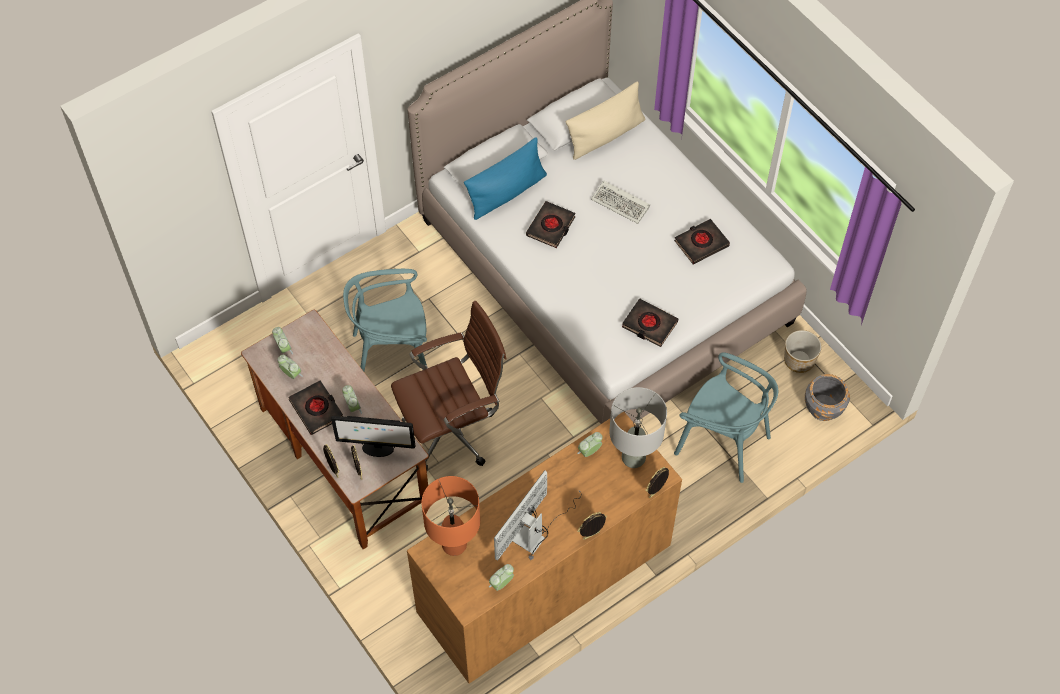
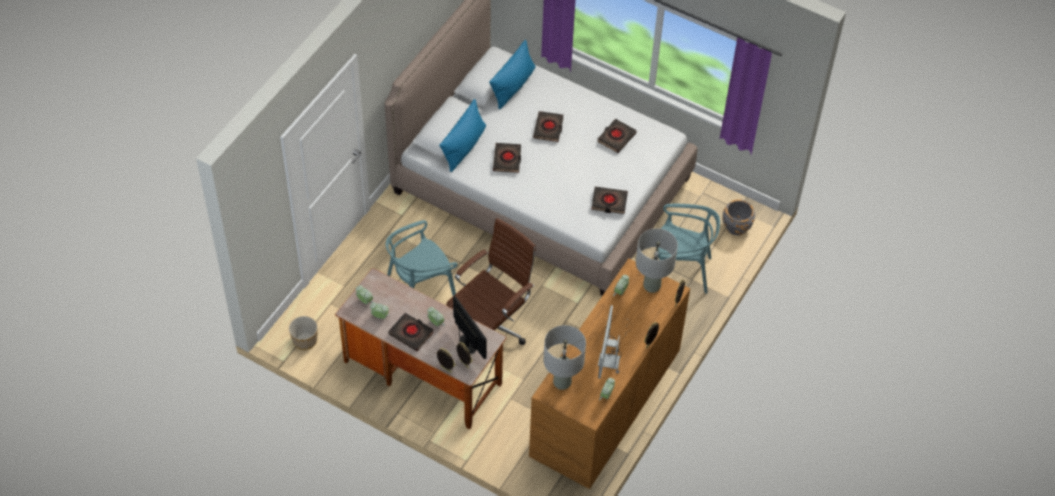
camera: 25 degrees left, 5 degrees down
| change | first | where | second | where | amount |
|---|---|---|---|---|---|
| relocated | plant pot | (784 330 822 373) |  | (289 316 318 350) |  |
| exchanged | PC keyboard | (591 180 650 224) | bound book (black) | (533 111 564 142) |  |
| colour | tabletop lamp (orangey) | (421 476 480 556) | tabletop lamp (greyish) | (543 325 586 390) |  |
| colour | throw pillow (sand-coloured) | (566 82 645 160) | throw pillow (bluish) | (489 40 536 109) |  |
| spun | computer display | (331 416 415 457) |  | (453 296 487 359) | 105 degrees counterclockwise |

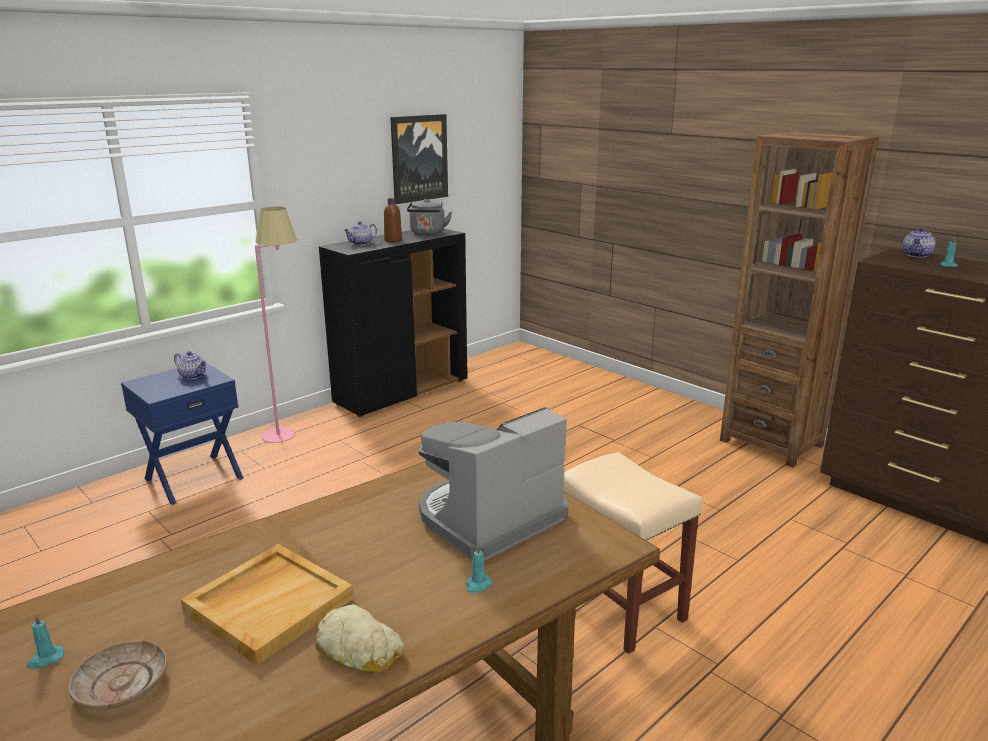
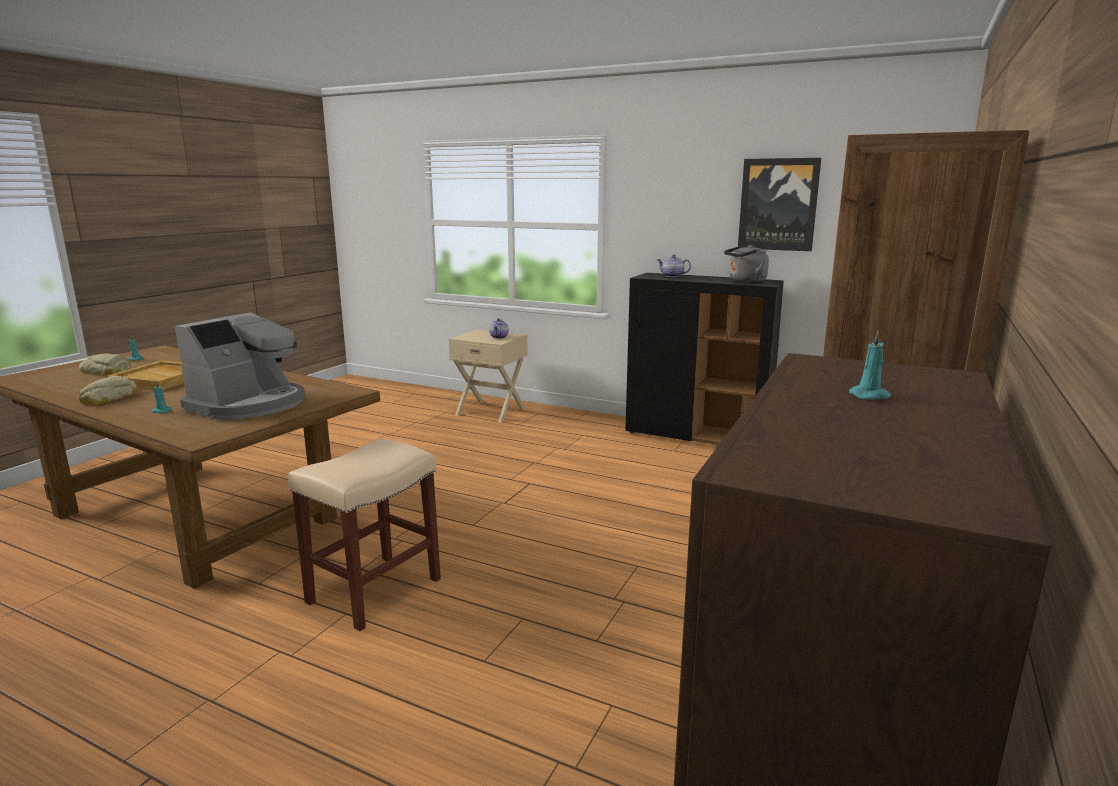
camera: 70 degrees right, 5 degrees down
| change | first | where | second | where | amount |
|---|---|---|---|---|---|
| missing | standard lamp (pinkish) | (255 207 297 443) |  |  |  |
| missing | bottle (brown) | (384 198 402 242) |  |  |  |
| missing | teapot | (903 227 935 258) |  |  |  |
| exchanged | dinner plate (sand-coloured) | (68 641 167 710) | bakery bread | (79 354 130 374) |  |
| colour | nightstand (bluish) | (121 363 244 505) | nightstand (sand-coloured) | (449 330 528 423) |  |
| spun | coffee machine | (419 407 568 561) |  | (175 312 305 420) | 90 degrees clockwise |

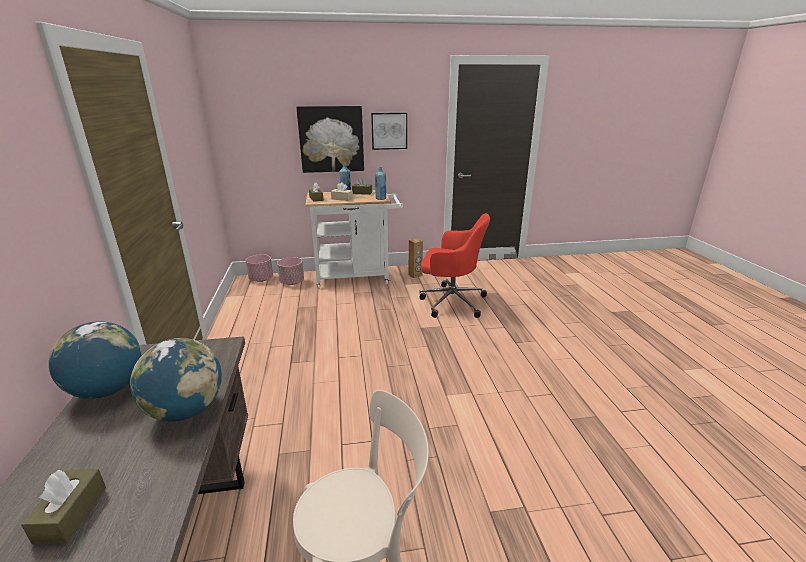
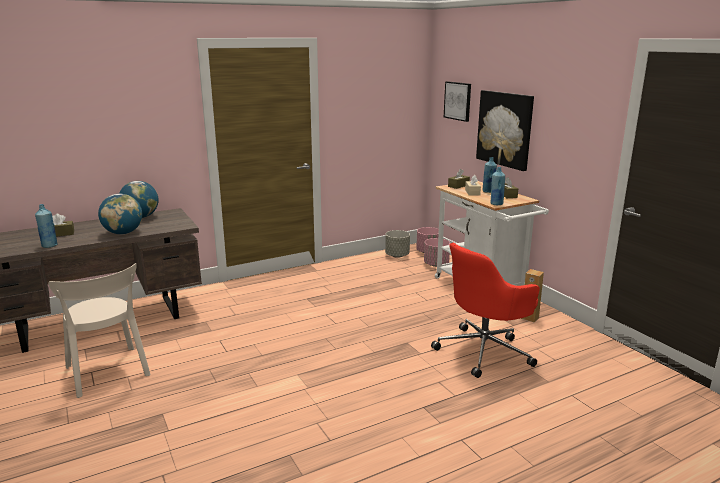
camera: 70 degrees right, 5 degrees down
| change | first | where | second | where | amount |
|---|---|---|---|---|---|
| appeared |  |  | bottle (bluish) | (35 204 58 248) |  |
| appeared |  |  | plant pot (greyish) | (385 230 410 258) |  |
| relocated | wall picture | (371 113 407 150) |  | (444 81 471 122) |  |
| spun | desk chair (red) | (419 213 490 318) |  | (431 243 540 378) | 60 degrees clockwise |

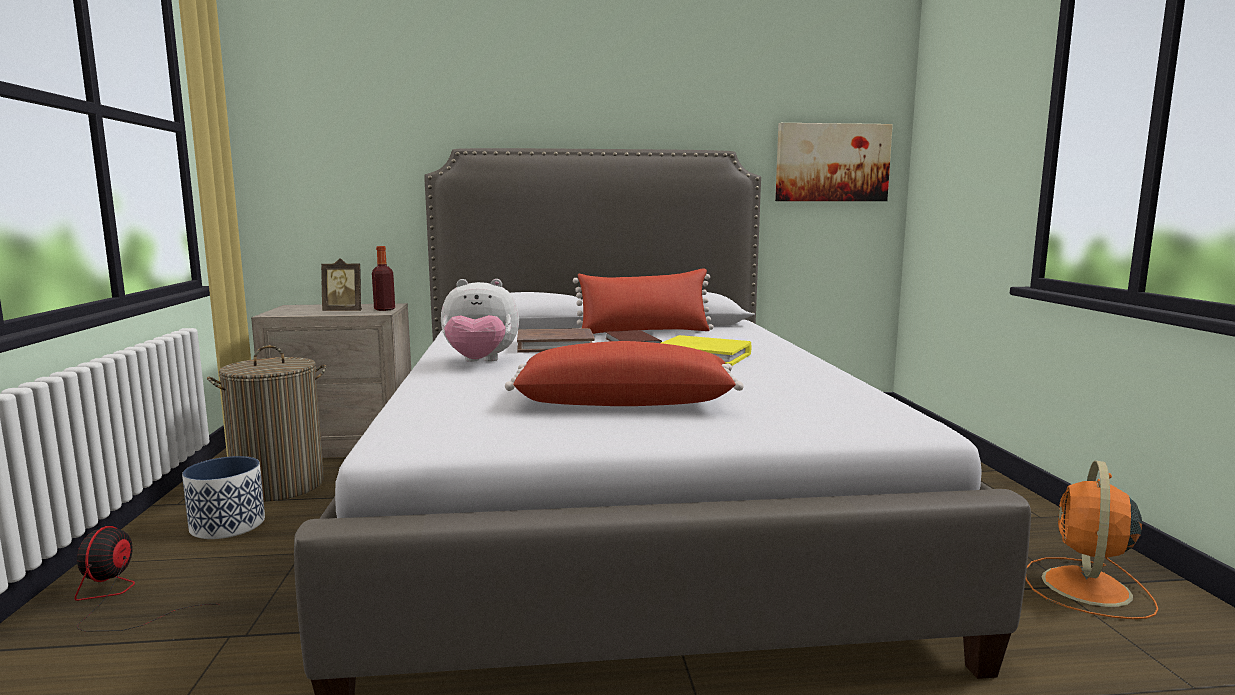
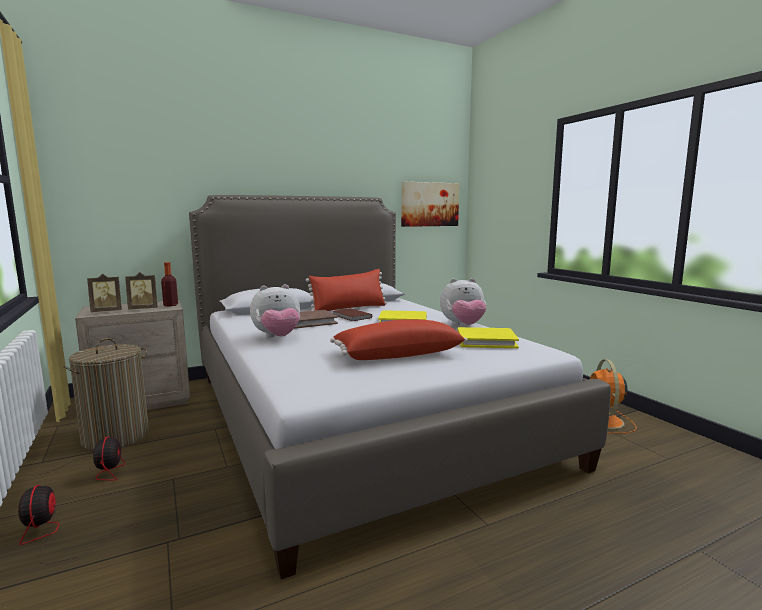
camera: 20 degrees left, 0 degrees up
| change | first | where | second | where | amount |
|---|---|---|---|---|---|
| appeared |  |  | picture frame | (87 274 122 312) |  |
| appeared |  |  | plush toy | (440 278 486 326) |  |
| appeared |  |  | bound book (yellowish) | (457 327 519 348) |  |
| exchanged | plant pot | (182 456 265 539) | fan | (31 436 125 481) |  |

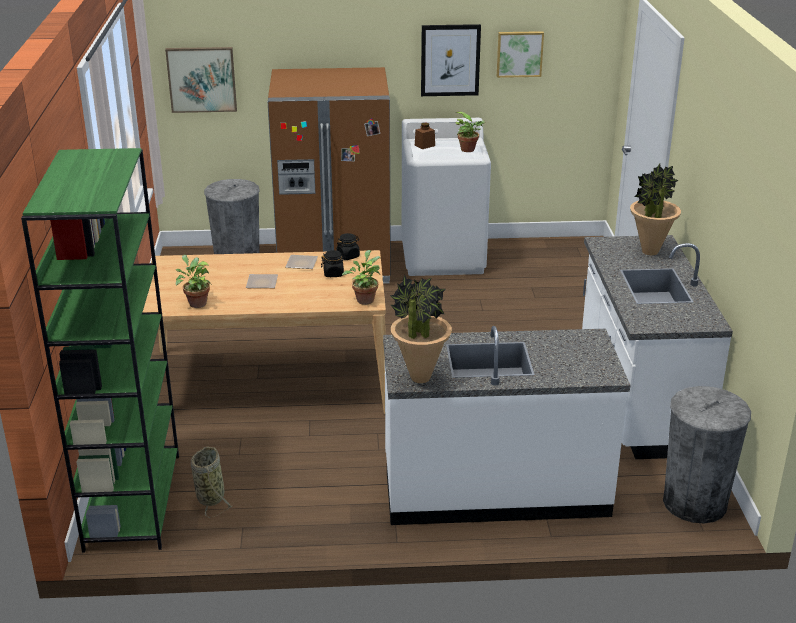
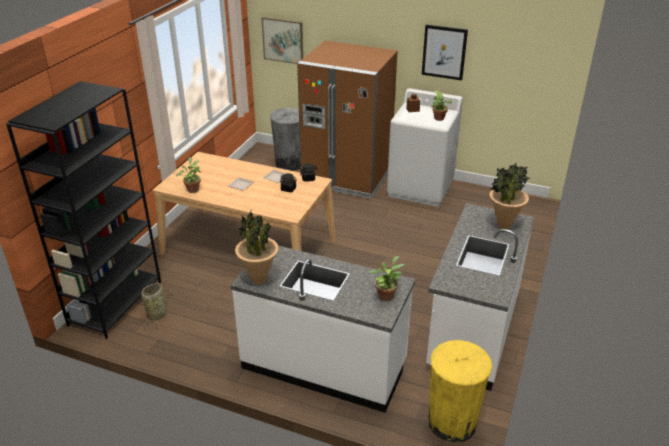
camera: 25 degrees right, 5 degrees up
| change | first | where | second | where | amount |
|---|---|---|---|---|---|
| missing | wall picture | (497 31 544 78) |  |  |  |
| relocated | potted plant | (342 250 380 305) |  | (368 256 405 301) |  |
| colour | shelving unit (green-coloured) | (21 148 179 553) | shelving unit (black) | (6 81 161 339) |  |
| colour | waste bin (greyish) | (663 386 751 523) | waste bin (yellowish) | (428 340 493 443) |  |

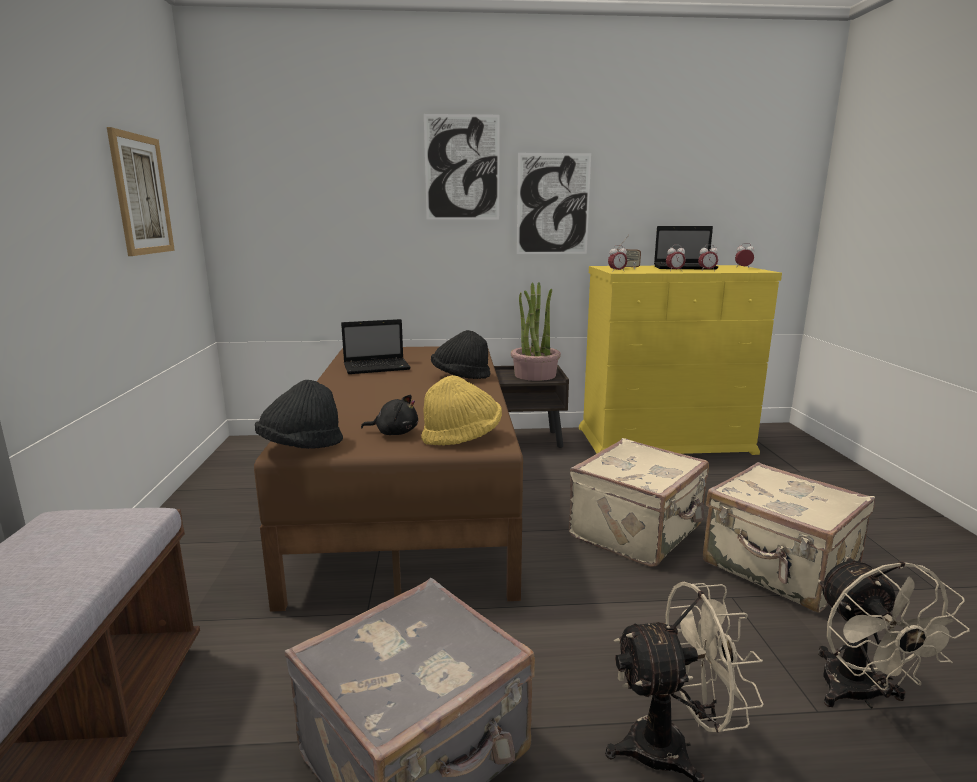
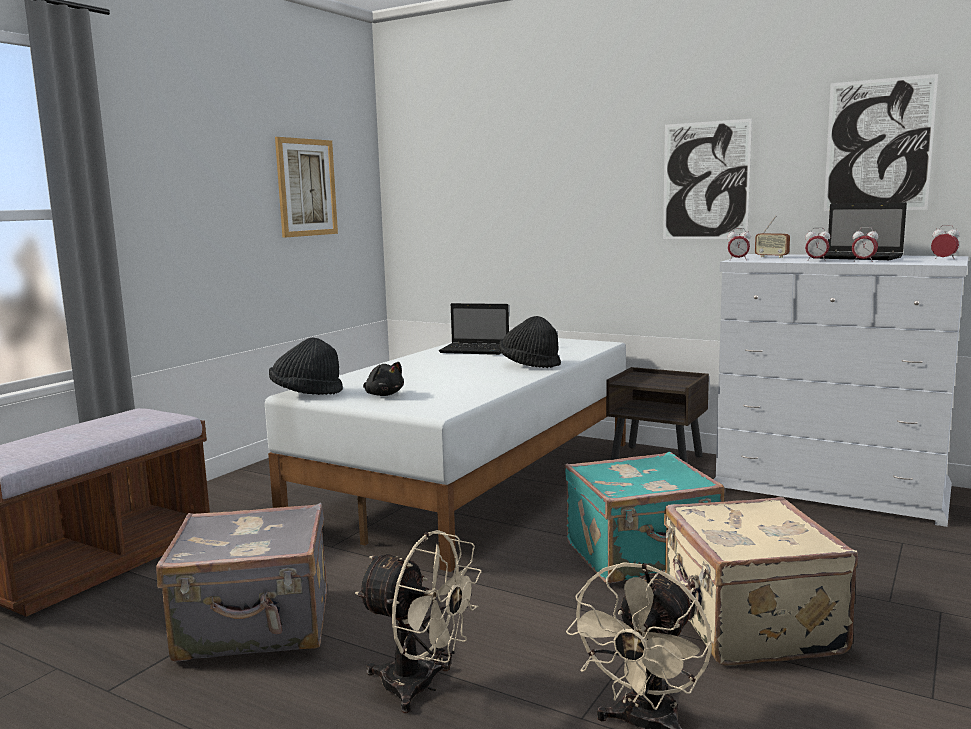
camera: 35 degrees right, 5 degrees down
| change | first | where | second | where | amount |
|---|---|---|---|---|---|
| missing | wearable hat (yellowish) | (421 375 502 446) |  |  |  |
| missing | potted plant | (511 282 561 381) |  |  |  |
| relocated | wall picture | (424 114 500 220) |  | (824 74 938 211) |  |
| colour | bed (brown) | (254 346 523 612) | bed (white-coloured) | (265 338 626 572) |  |
| colour | piece of luggage (sand-coloured) | (569 438 709 567) | piece of luggage (turquoise) | (565 452 724 583) |  |
| colour | drawer chest (yellowish) | (579 265 782 455) | drawer chest (white-coloured) | (713 254 968 527) |  |

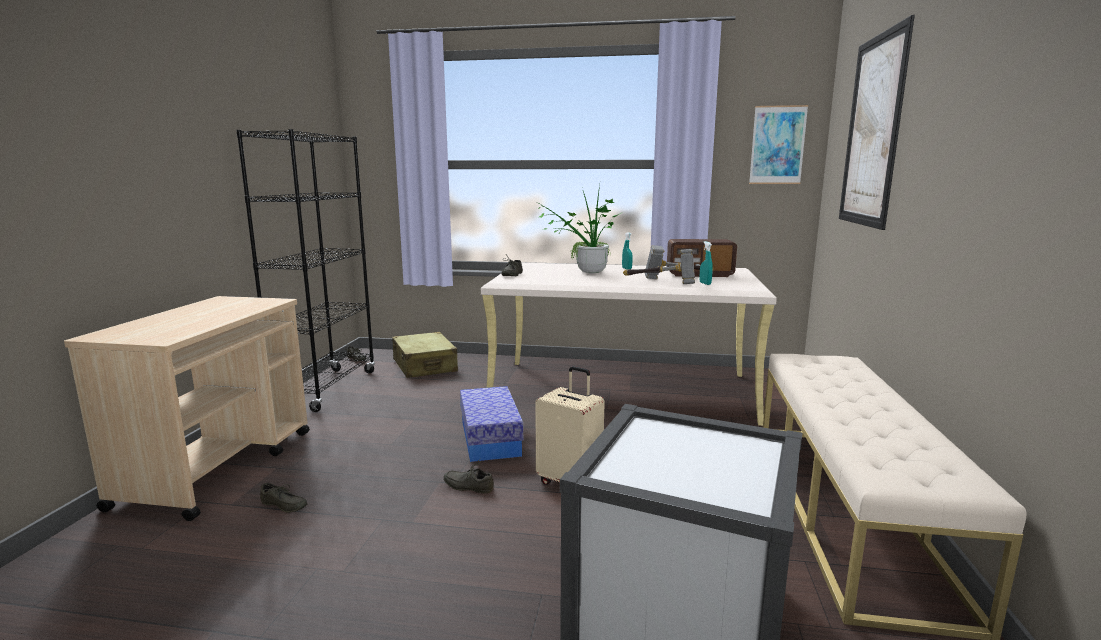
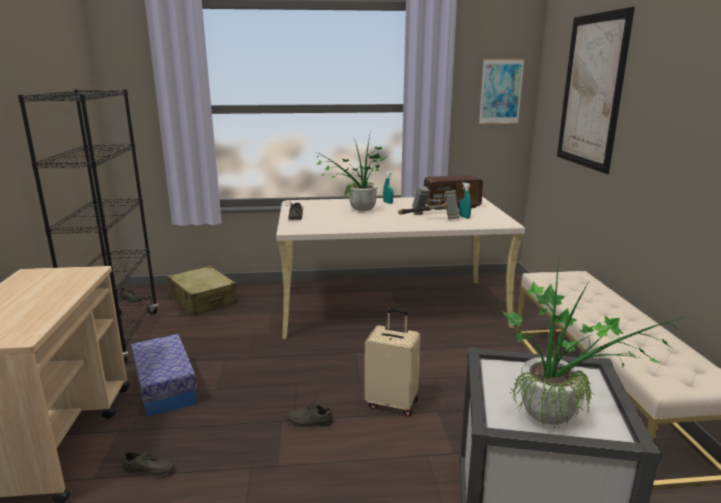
camera: 15 degrees left, 5 degrees up
| change | first | where | second | where | amount |
|---|---|---|---|---|---|
| appeared |  |  | potted plant | (500 258 687 430) |  |
| relocated | storage container | (460 386 523 462) |  | (131 334 197 417) |  |

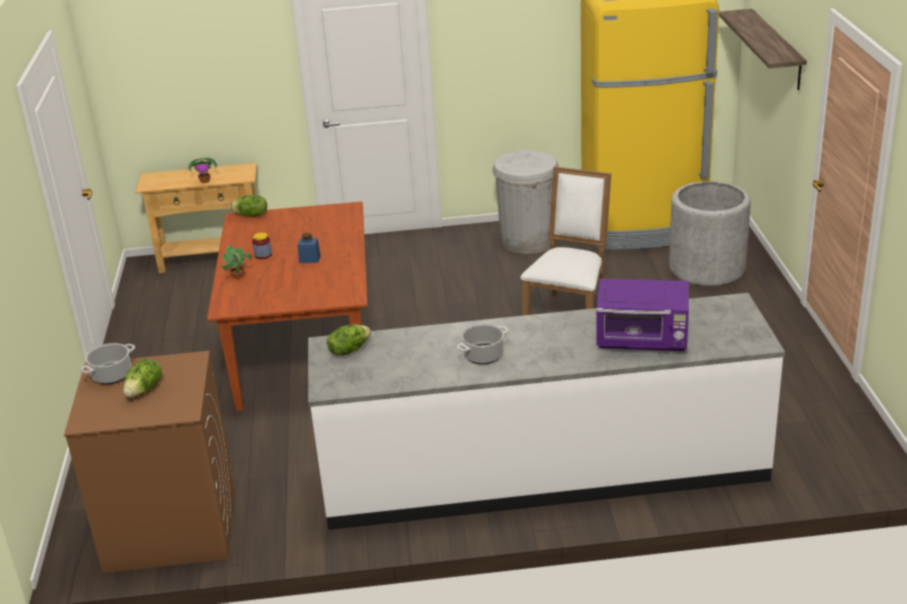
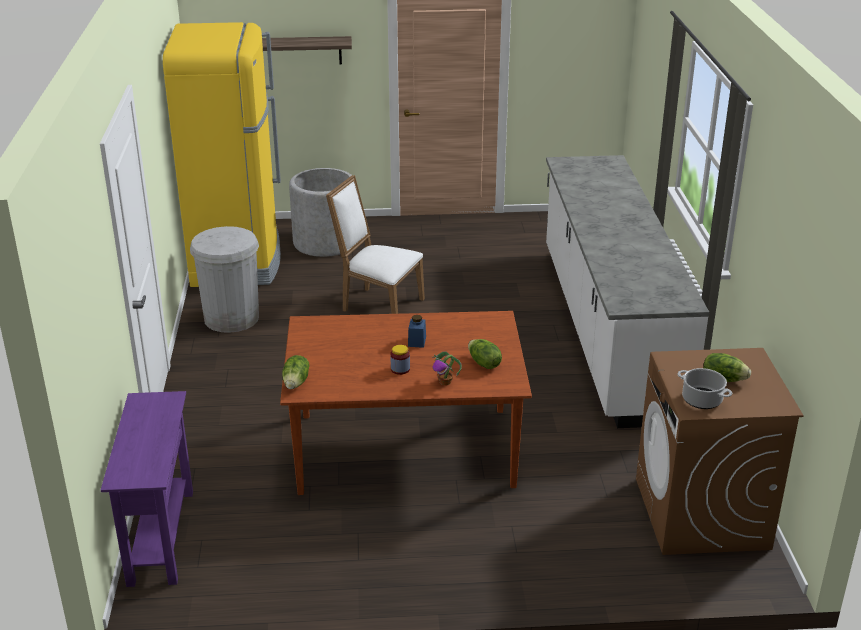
camera: 90 degrees left, 0 degrees up
| change | first | where | second | where | amount |
|---|---|---|---|---|---|
| missing | potted plant | (187 158 217 183) |  |  |  |
| missing | cooking pot | (457 324 508 364) |  |  |  |
| missing | kitchen microwave (purple) | (596 278 689 351) |  |  |  |
| relocated | head of lettuce | (327 324 371 356) |  | (468 339 502 369) |  |
| colour | console table (sand-coloured) | (136 163 257 273) | console table (purple) | (101 391 193 587) |  |

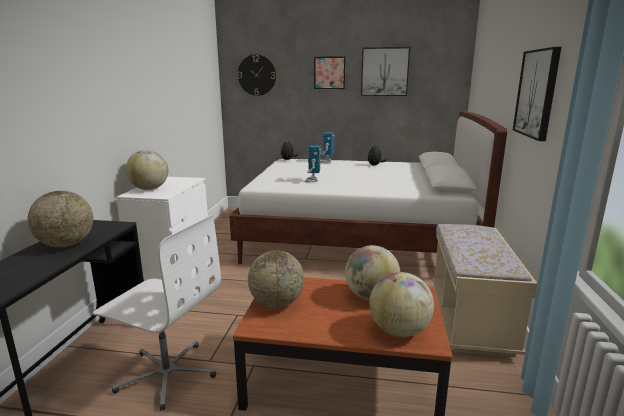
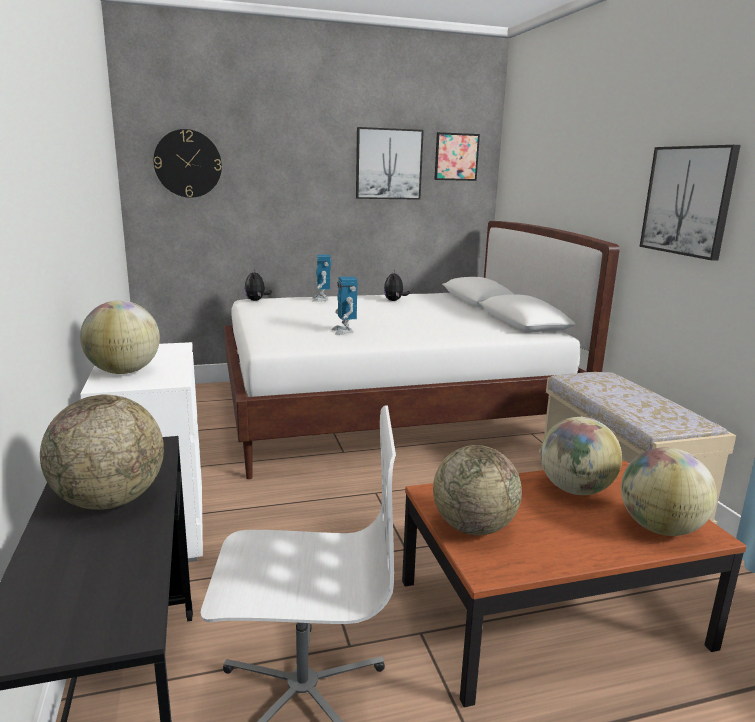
camera: 25 degrees left, 0 degrees up
| change | first | where | second | where | amount |
|---|---|---|---|---|---|
| relocated | wall picture | (314 56 345 89) |  | (434 132 480 181) |  |

